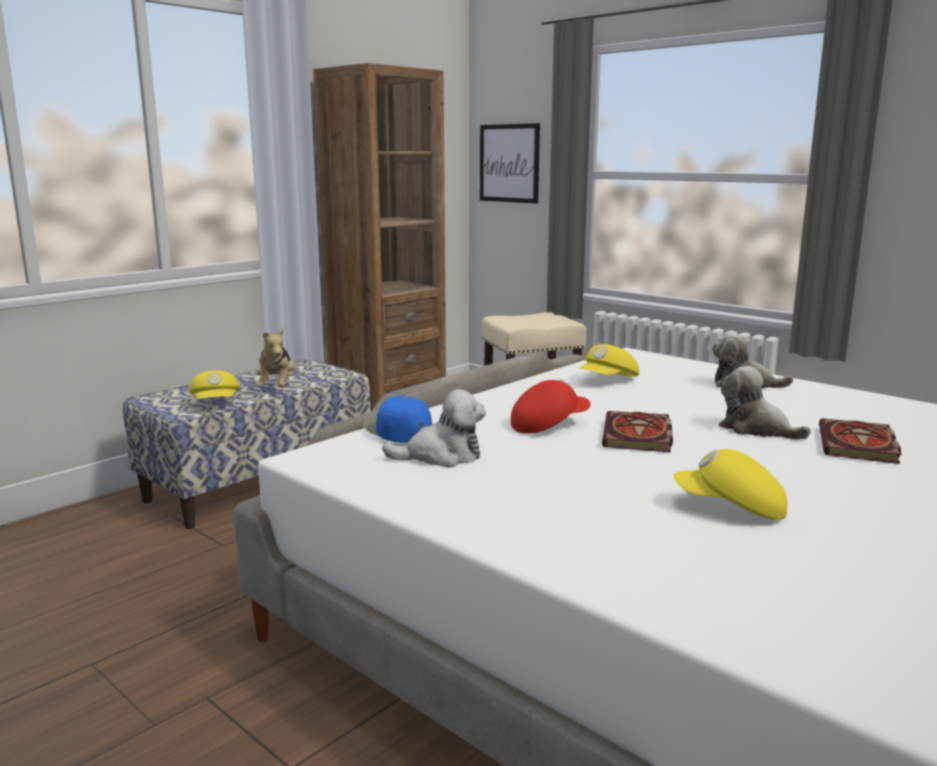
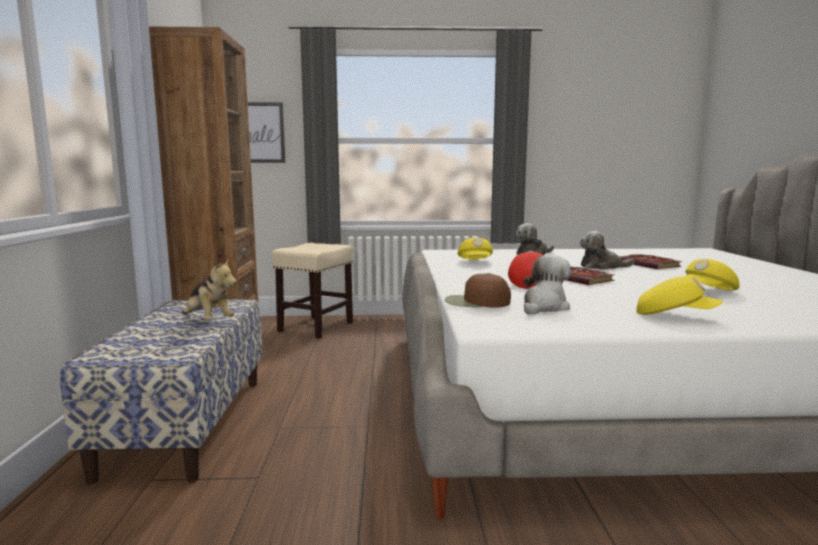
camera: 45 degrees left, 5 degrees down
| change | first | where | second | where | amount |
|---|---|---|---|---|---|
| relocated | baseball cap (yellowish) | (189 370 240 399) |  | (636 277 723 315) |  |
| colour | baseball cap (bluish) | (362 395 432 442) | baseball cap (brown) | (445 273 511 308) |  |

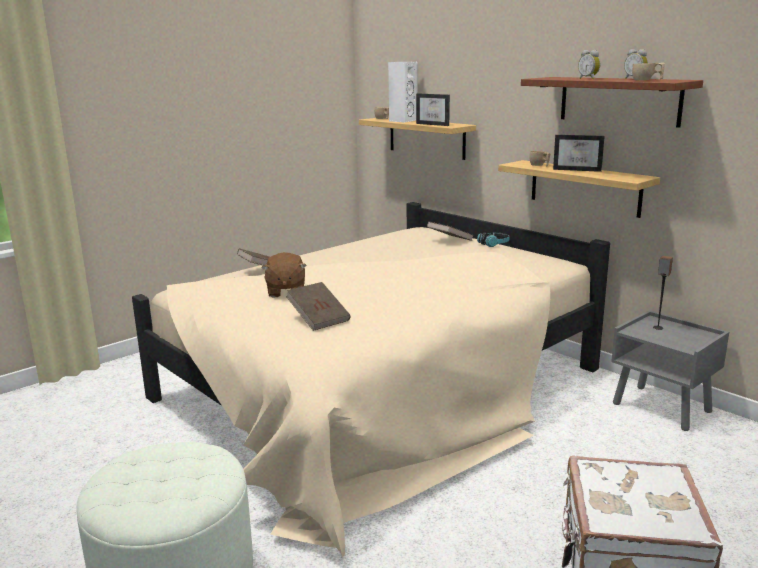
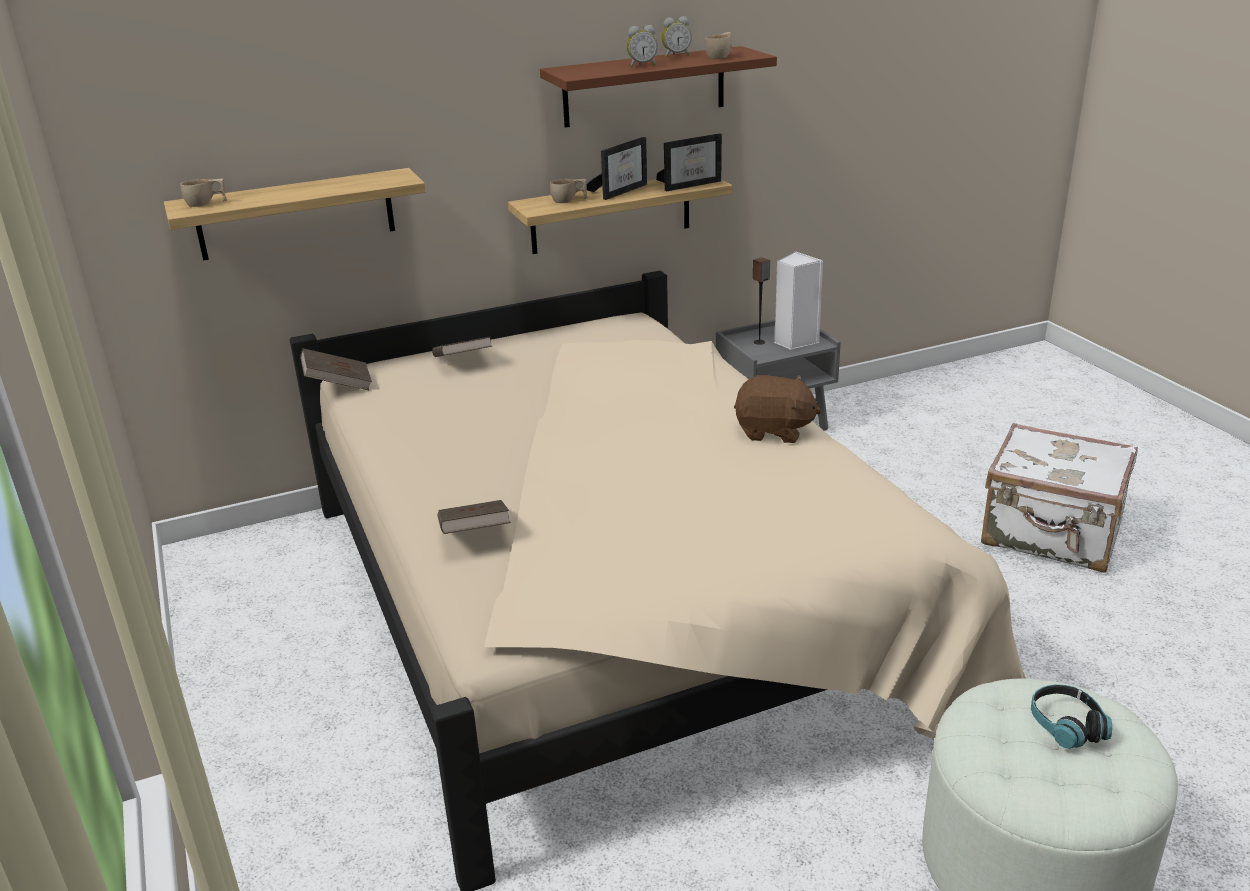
camera: 70 degrees left, 10 degrees up
| change | first | where | second | where | amount |
|---|---|---|---|---|---|
| relocated | plush toy (brown) | (262 252 307 297) |  | (734 375 821 443) |  |
| relocated | bound book (brown) | (286 282 351 331) |  | (300 348 372 390) |  |
| relocated | speaker (white-coloured) | (388 62 417 123) |  | (774 251 823 350) |  |
| relocated | picture frame | (416 94 450 126) |  | (656 133 722 192) |  |
| relocated | headphones | (477 232 510 247) |  | (1031 684 1112 749) |  |

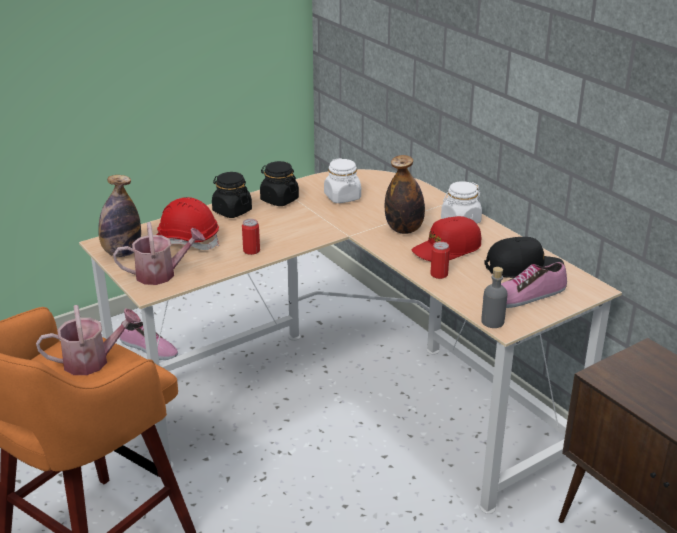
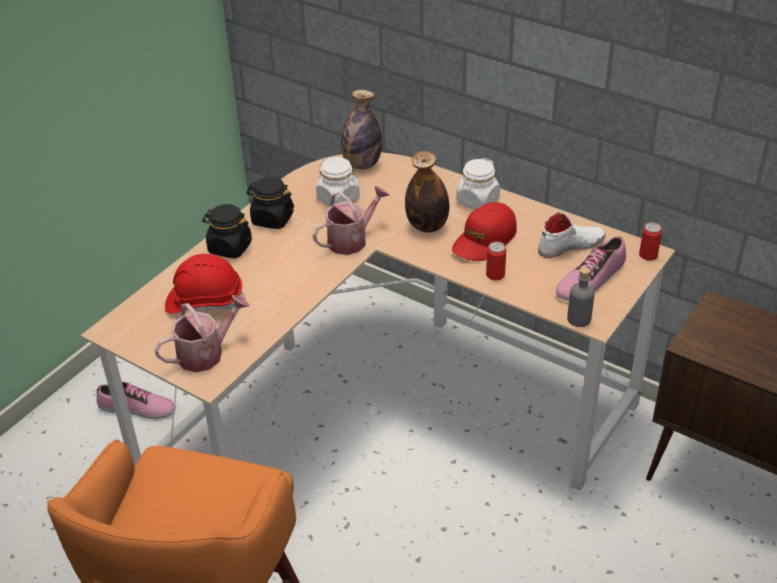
camera: 20 degrees left, 10 degrees up
| change | first | where | second | where | amount |
|---|---|---|---|---|---|
| relocated | watering can | (36 305 141 375) |  | (312 186 390 255) |  |
| relocated | bottle | (98 175 141 257) |  | (341 90 382 169) |  |
| relocated | sealed can | (242 219 260 255) |  | (639 222 662 261) |  |
| exchanged | baseball cap (black) | (484 237 564 278) | shoe (white-coloured) | (538 211 605 258) |  |

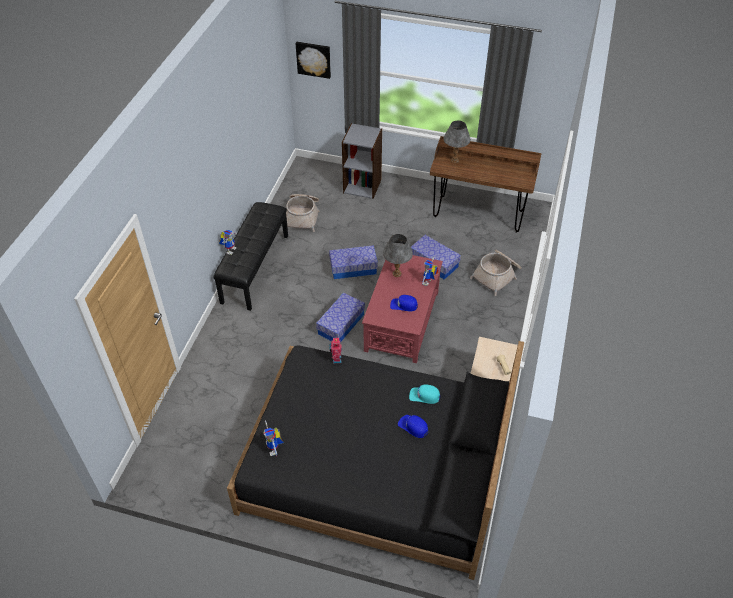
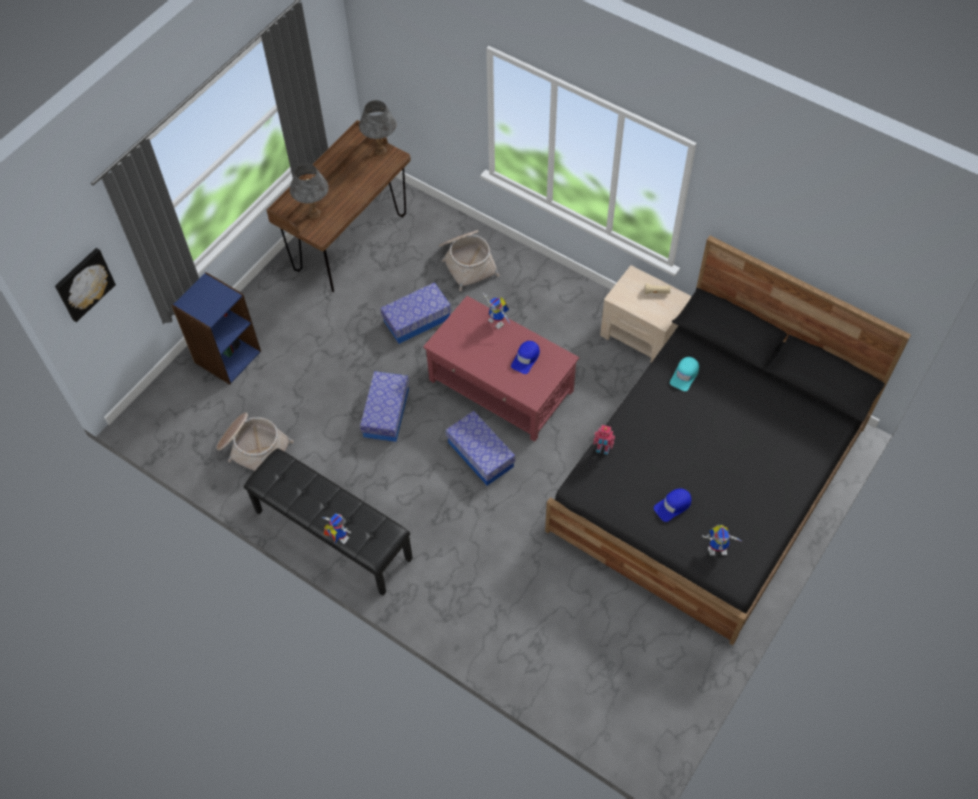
camera: 70 degrees left, 10 degrees up
| change | first | where | second | where | amount |
|---|---|---|---|---|---|
| relocated | tabletop lamp (greyish) | (383 234 413 277) |  | (359 100 396 156) |  |
| relocated | baseball cap (bluish) | (398 415 428 438) |  | (654 488 691 522) |  |
| colour | shelving unit (greyish) | (342 123 382 199) | shelving unit (bluish) | (172 272 261 385) |  |

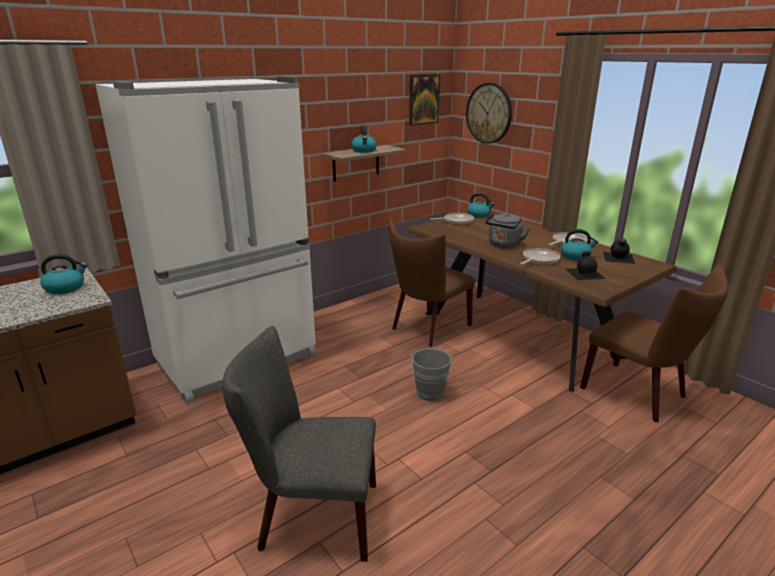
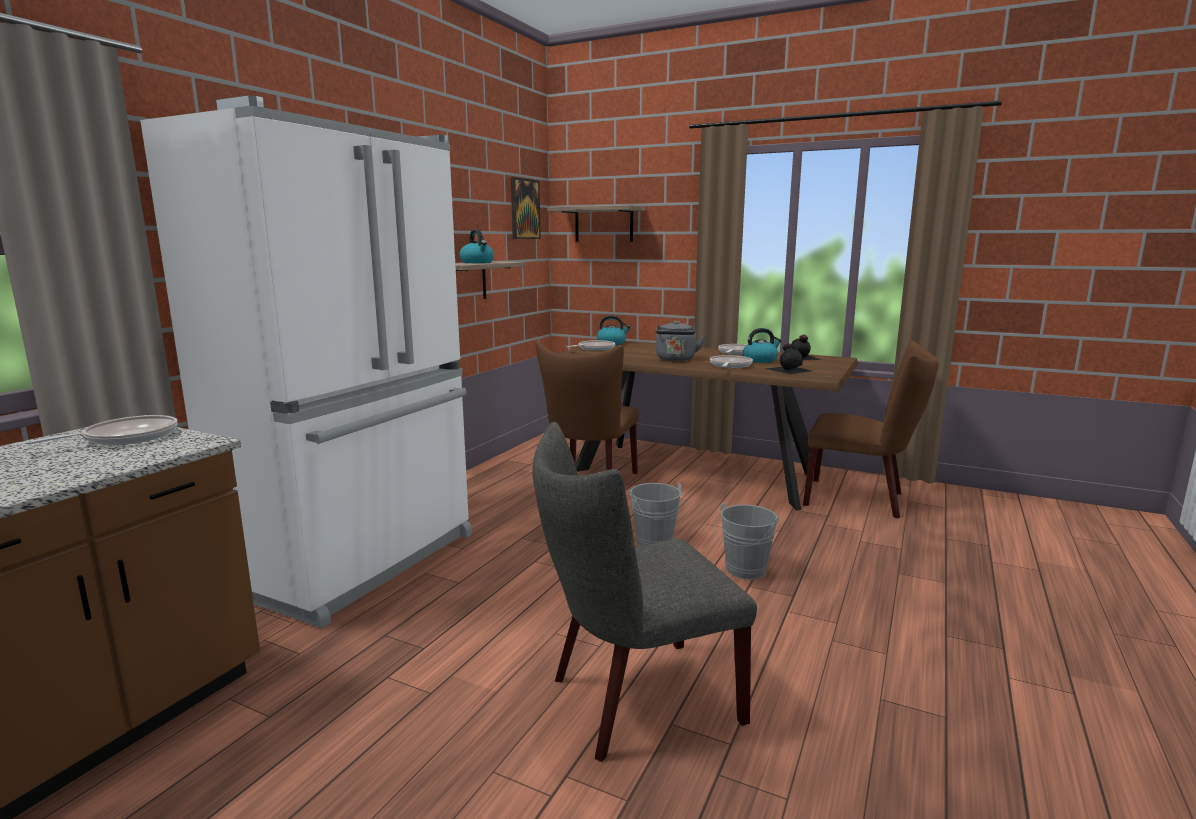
camera: 25 degrees left, 10 degrees down
| change | first | where | second | where | amount |
|---|---|---|---|---|---|
| appeared |  |  | bucket (greyish) | (714 502 779 580) |  |
| exchanged | water kettle | (40 254 87 294) | pan | (25 415 178 445) |  |
| exchanged | clock on the wall | (466 83 512 144) | bracket shelf | (547 205 645 242) |  |

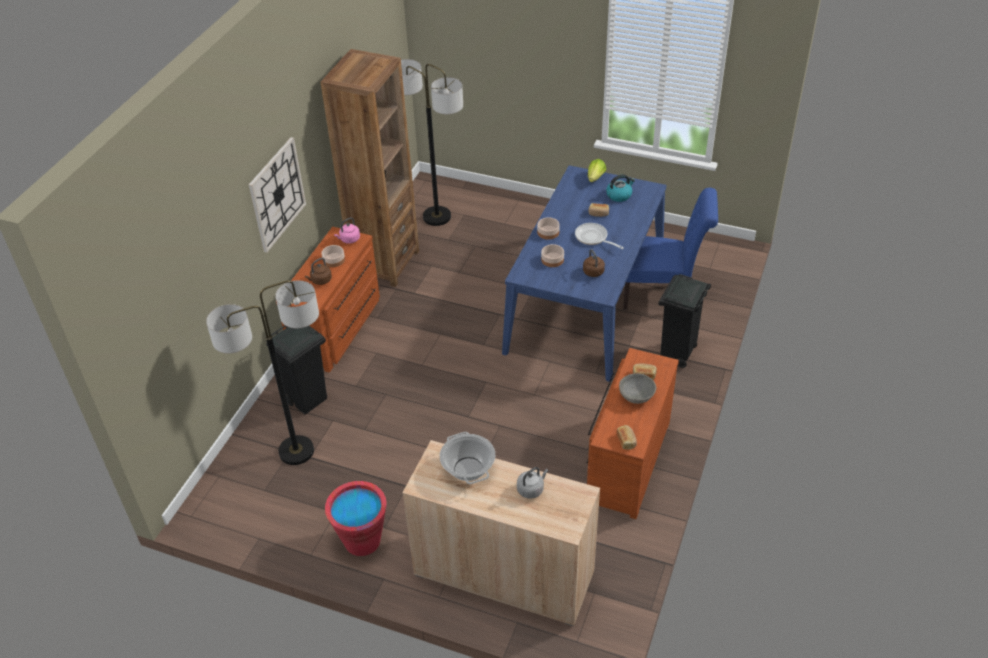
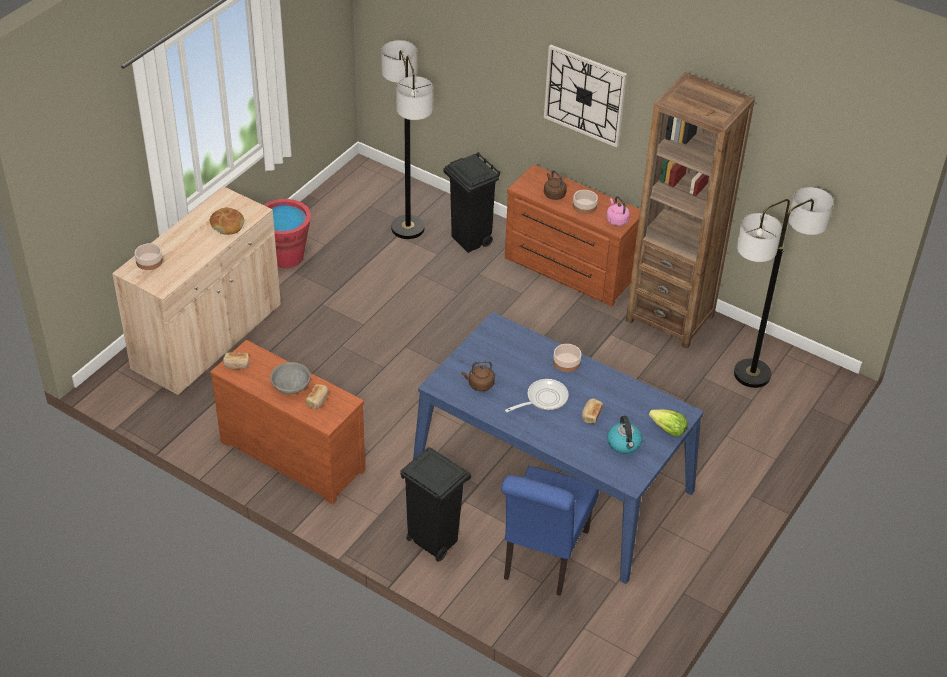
camera: 100 degrees right, 0 degrees up
| change | first | where | second | where | amount |
|---|---|---|---|---|---|
| missing | water kettle (greyish) | (517 467 548 499) |  |  |  |
| relocated | bowl | (541 244 564 267) |  | (134 243 163 270) |  |
| exchanged | cooking pot | (440 432 495 484) | bakery bread | (210 208 244 235) |  |

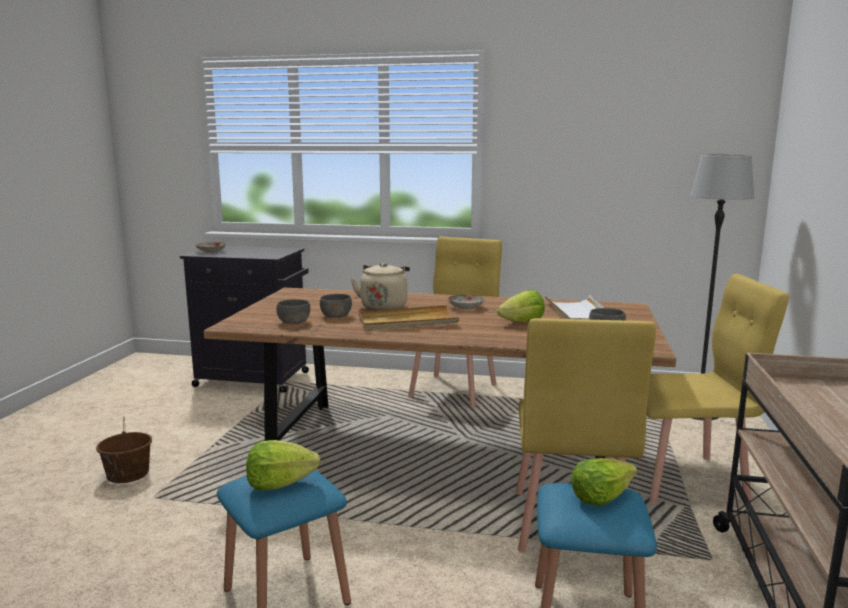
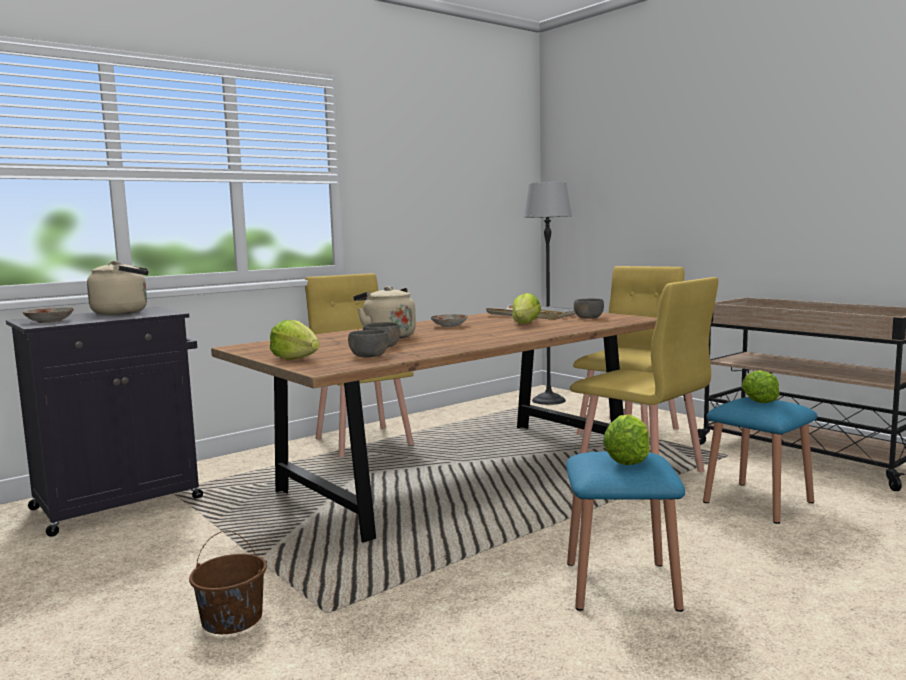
camera: 50 degrees left, 5 degrees down
| change | first | where | second | where | amount |
|---|---|---|---|---|---|
| missing | carrying tray (sand-coloured) | (359 305 459 331) |  |  |  |
| appeared |  |  | water kettle (sand-coloured) | (87 261 149 315) |  |
| appeared |  |  | head of lettuce | (270 320 320 360) |  |

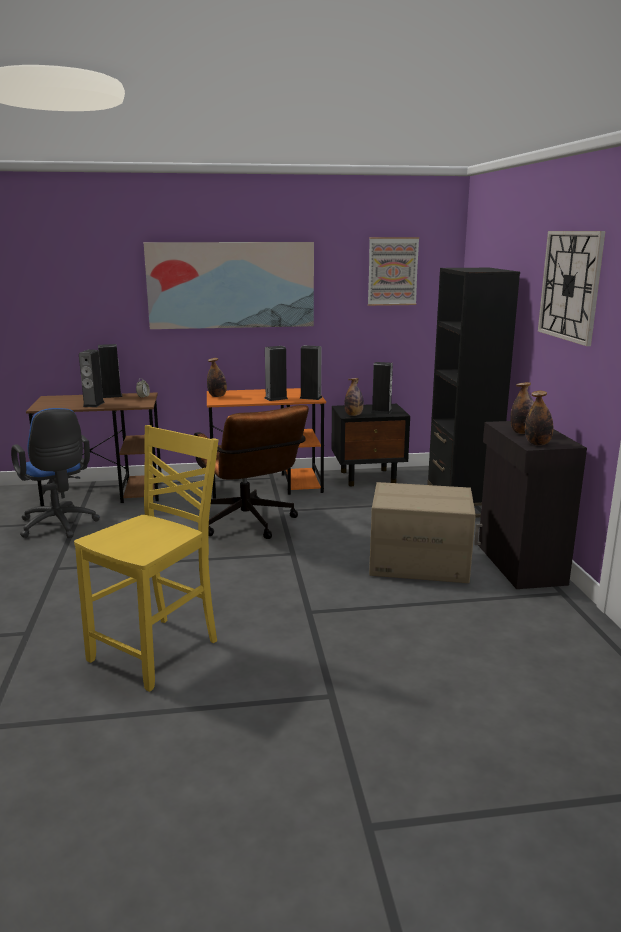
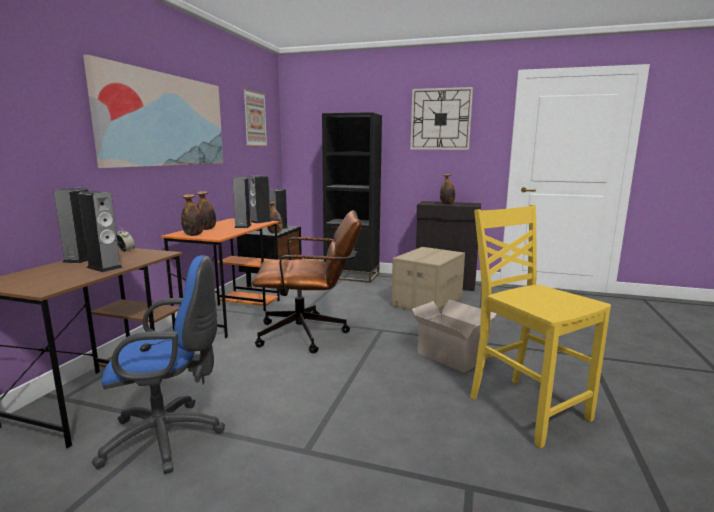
camera: 65 degrees left, 5 degrees down
| change | first | where | second | where | amount |
|---|---|---|---|---|---|
| appeared |  |  | carton | (412 299 496 373) |  |
| relocated | bottle | (525 391 553 445) |  | (197 191 216 230) |  |

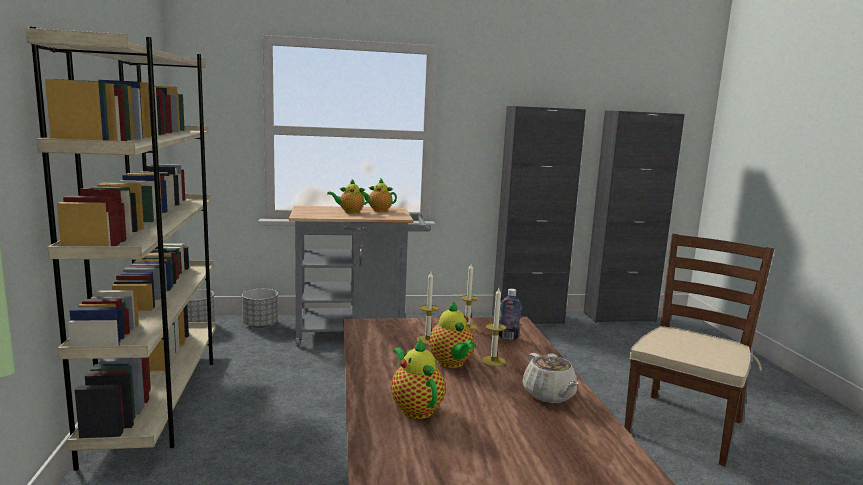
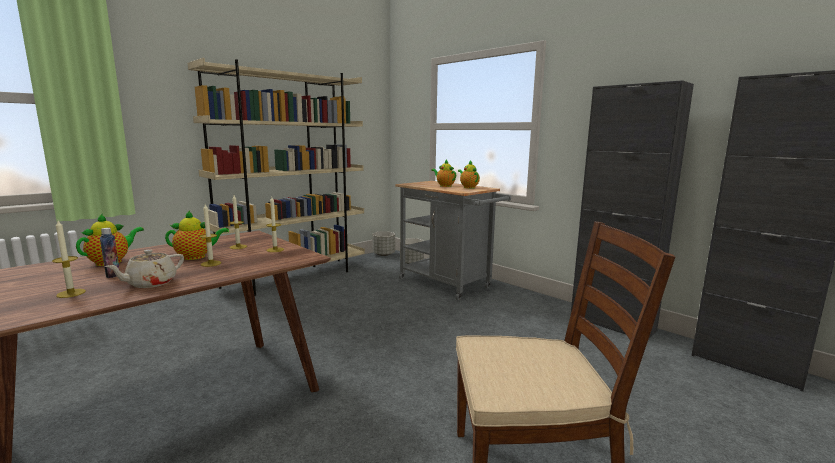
camera: 55 degrees right, 0 degrees up
| change | first | where | second | where | amount |
|---|---|---|---|---|---|
| appeared |  |  | wax candle | (52 220 86 298) |  |
| relocated | bottle | (499 289 522 340) |  | (100 228 120 278) |  |
| spun | teapot | (429 302 476 368) |  | (165 211 229 260) | 135 degrees counterclockwise |

